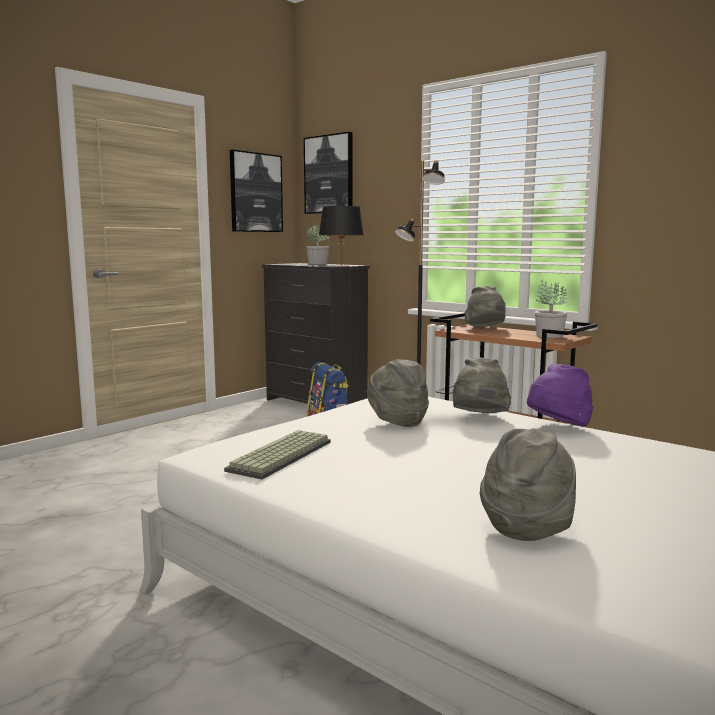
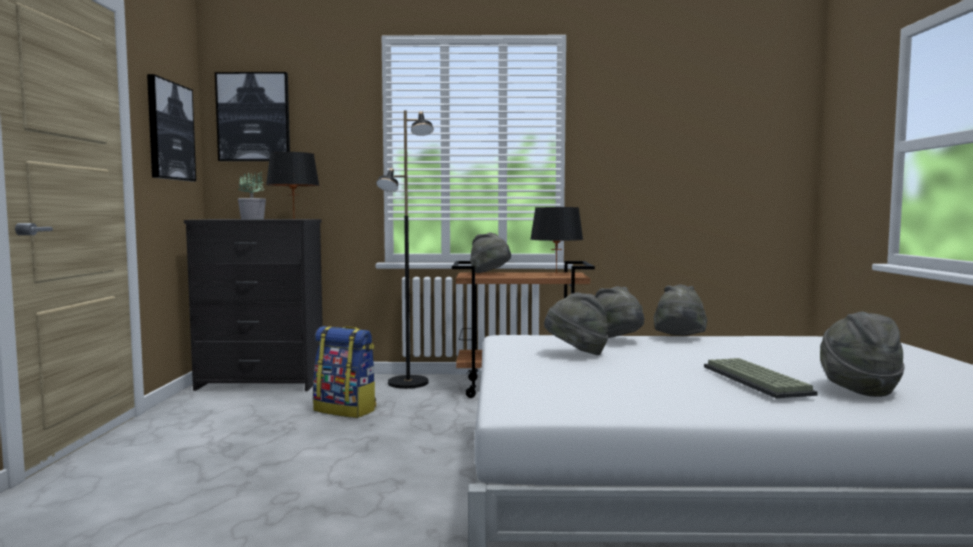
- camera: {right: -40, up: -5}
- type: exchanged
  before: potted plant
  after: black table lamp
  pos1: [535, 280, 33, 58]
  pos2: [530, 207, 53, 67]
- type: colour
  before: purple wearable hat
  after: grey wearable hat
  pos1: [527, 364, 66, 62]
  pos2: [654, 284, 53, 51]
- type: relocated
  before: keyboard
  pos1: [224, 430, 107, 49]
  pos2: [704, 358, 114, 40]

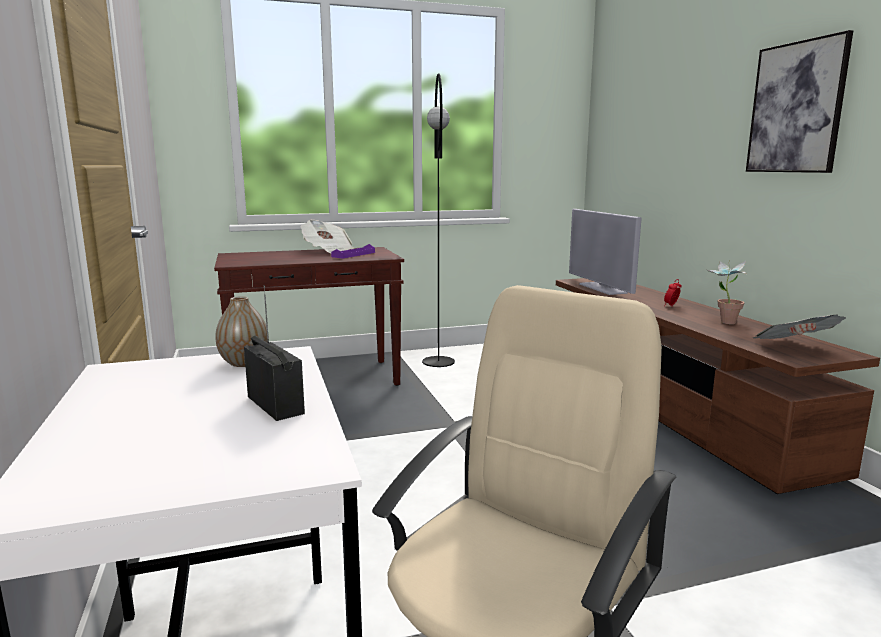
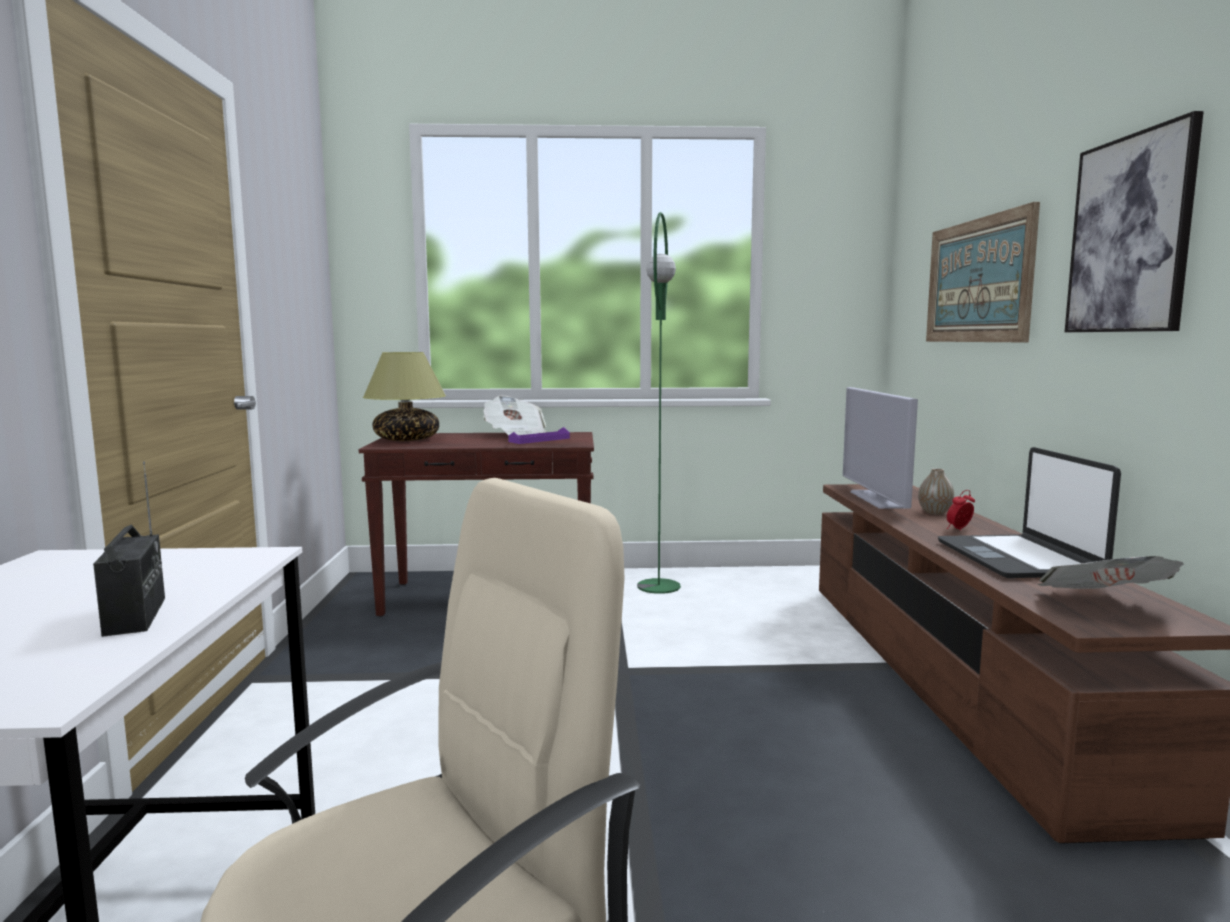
- camera: {right: 15, up: -5}
- type: colour
  before: black standard lamp
  after: green standard lamp
  pos1: [422, 73, 33, 294]
  pos2: [637, 212, 44, 382]
- type: exchanged
  before: potted plant
  after: portable computer
  pos1: [707, 260, 40, 64]
  pos2: [938, 447, 183, 131]
- type: relocated
  before: decorative vase
  pos1: [215, 296, 54, 71]
  pos2: [918, 468, 36, 46]
- type: appeared
  after: wall art
  pos2: [926, 202, 114, 140]
- type: appeared
  after: table lamp
  pos2: [363, 352, 83, 89]

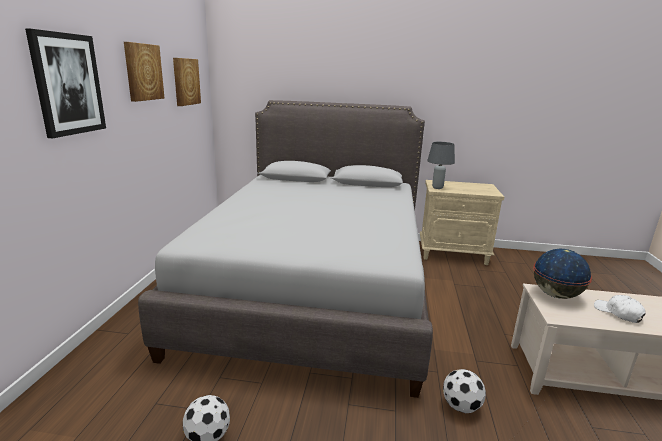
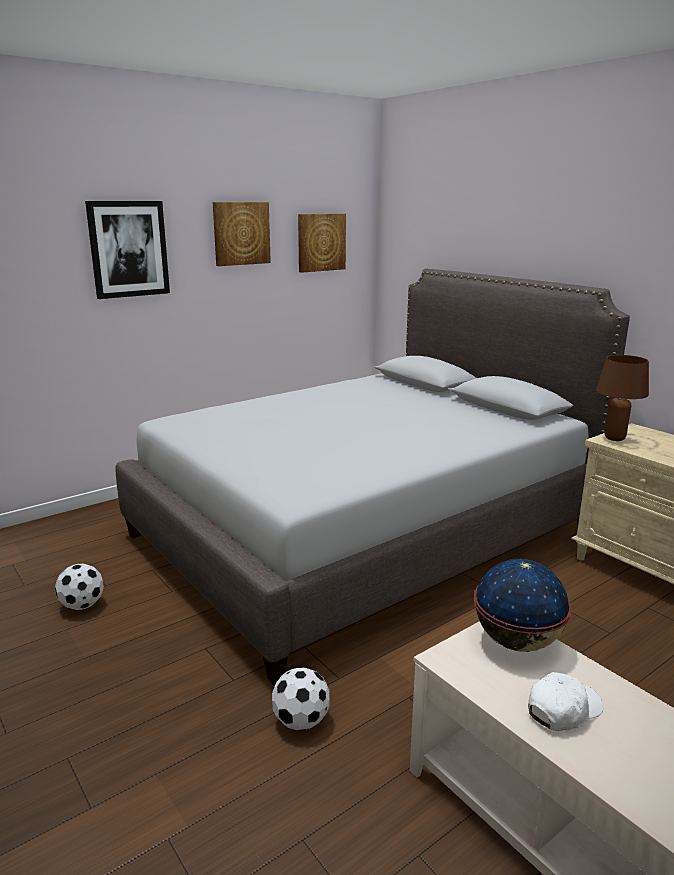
- camera: {right: 45, up: 0}
- type: colour
  before: grey table lamp
  after: brown-coloured table lamp
  pos1: [427, 142, 28, 47]
  pos2: [596, 355, 53, 86]
- type: spun
  before: white-coloured baseball cap
  pos1: [594, 295, 52, 28]
  pos2: [528, 672, 75, 59]
  turn: 45

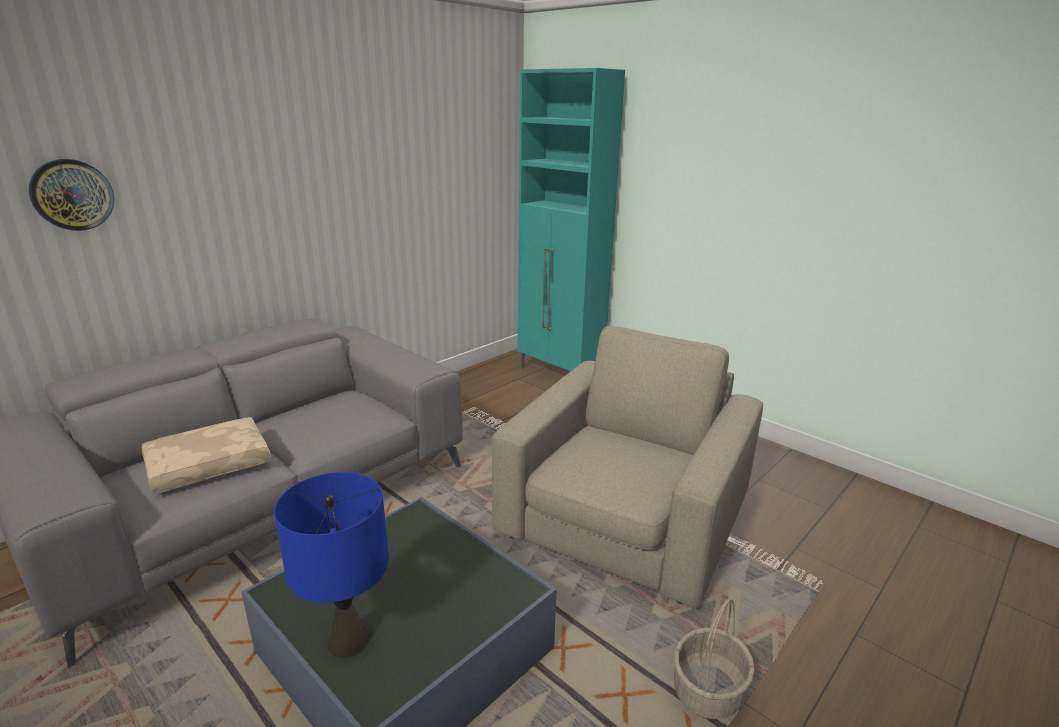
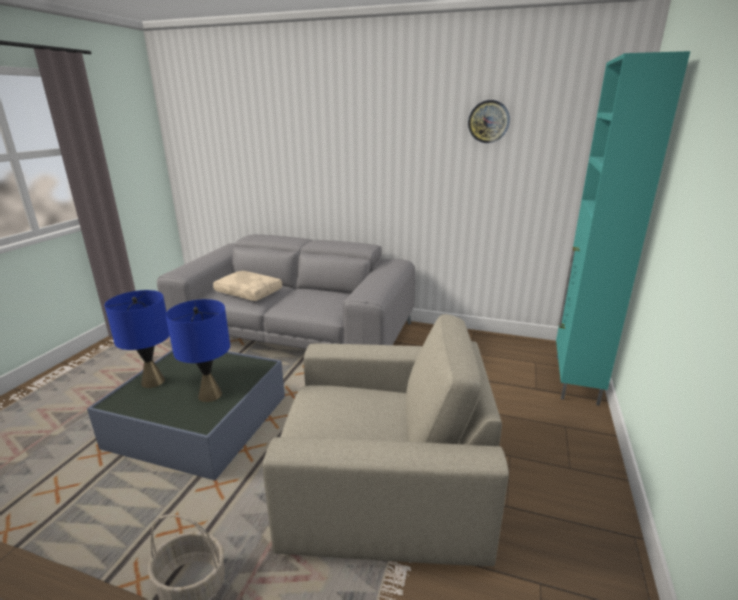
- camera: {right: 65, up: 0}
- type: relocated
  before: clock on the wall
  pos1: [29, 159, 85, 72]
  pos2: [468, 100, 42, 43]
- type: appeared
  after: bluish table lamp
  pos2: [166, 299, 64, 103]

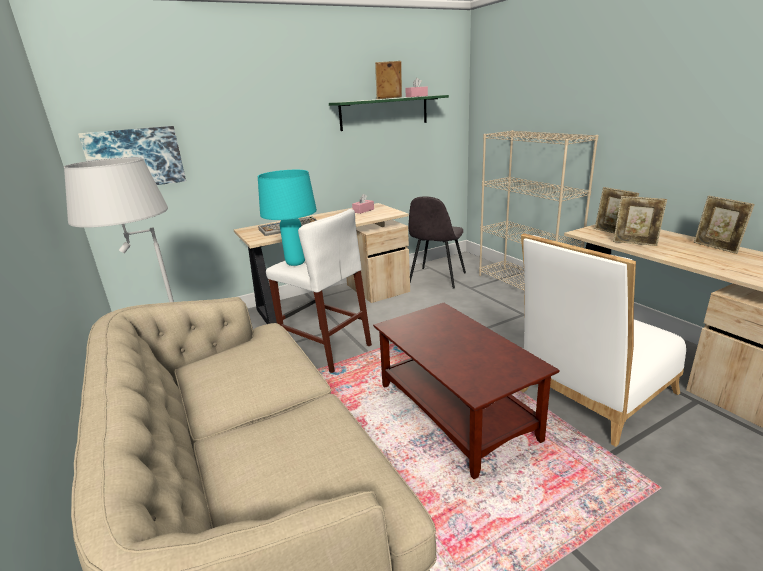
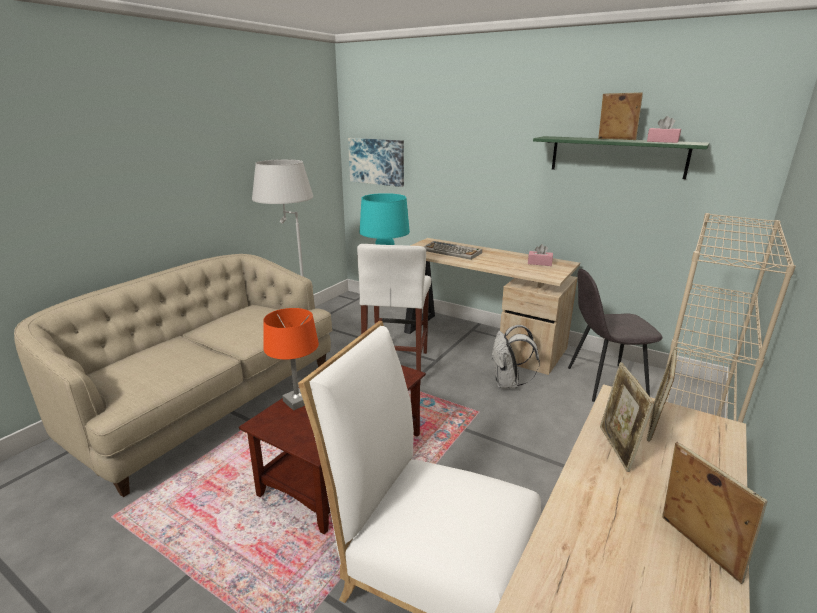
- camera: {right: 60, up: 0}
- type: spun
  before: standing frame
  pos1: [694, 196, 61, 58]
  pos2: [662, 442, 105, 142]
  turn: 120
- type: appeared
  after: orange-coloured table lamp
  pos2: [263, 308, 56, 103]
- type: appeared
  after: white-coloured knapsack
  pos2: [491, 325, 49, 64]

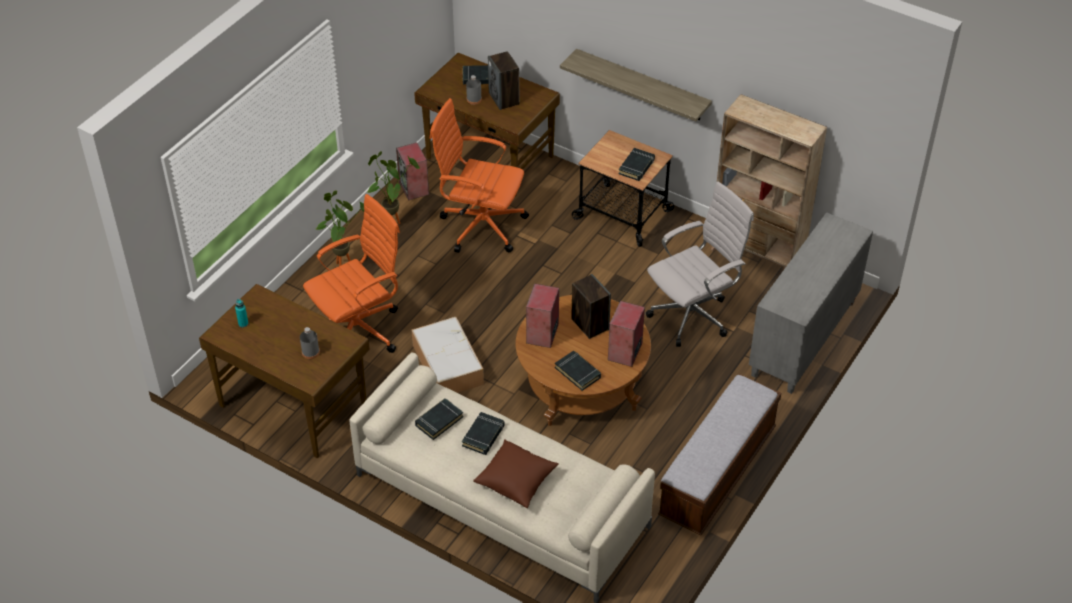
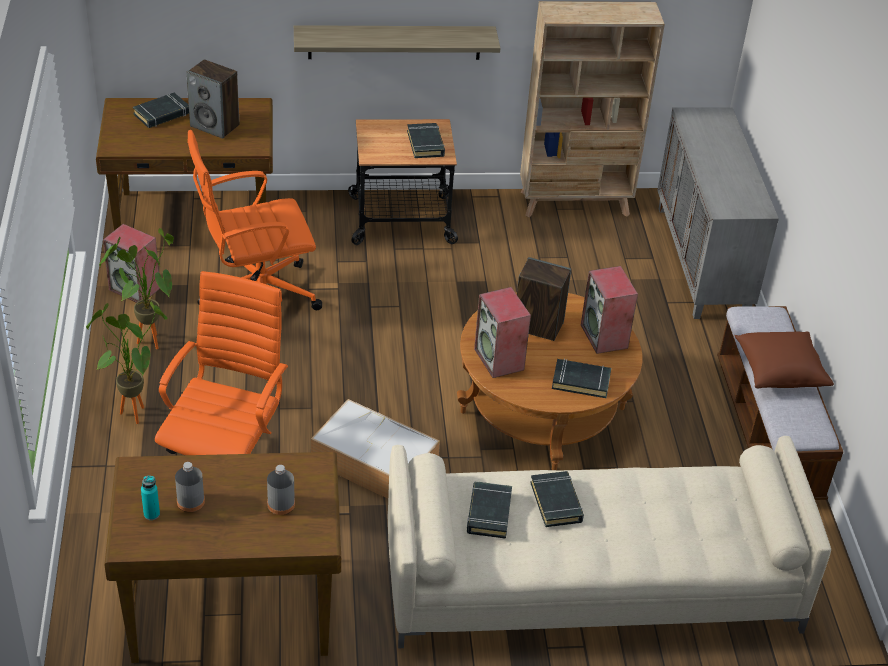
- camera: {right: -40, up: -5}
- type: relocated
  before: grey beverage bottle
  pos1: [466, 75, 16, 30]
  pos2: [175, 462, 30, 50]
- type: missing
  before: white-coloured desk chair
  pos1: [646, 182, 108, 165]
- type: relocated
  before: brown-coloured throw pillow
  pos1: [473, 439, 86, 69]
  pos2: [734, 332, 100, 56]

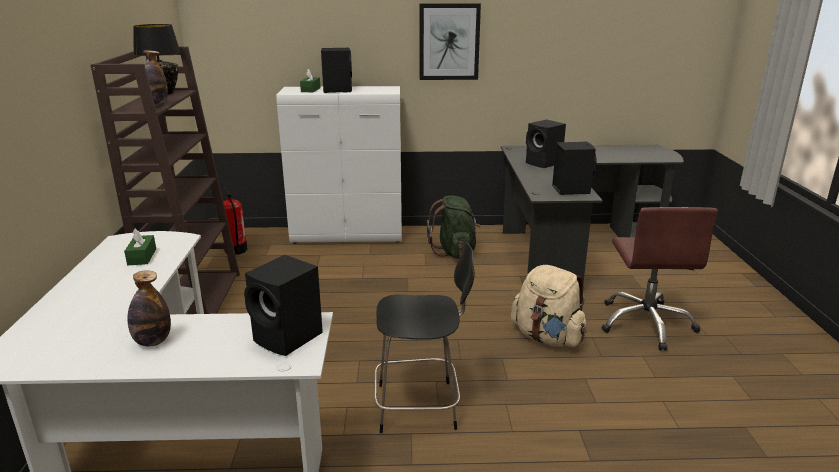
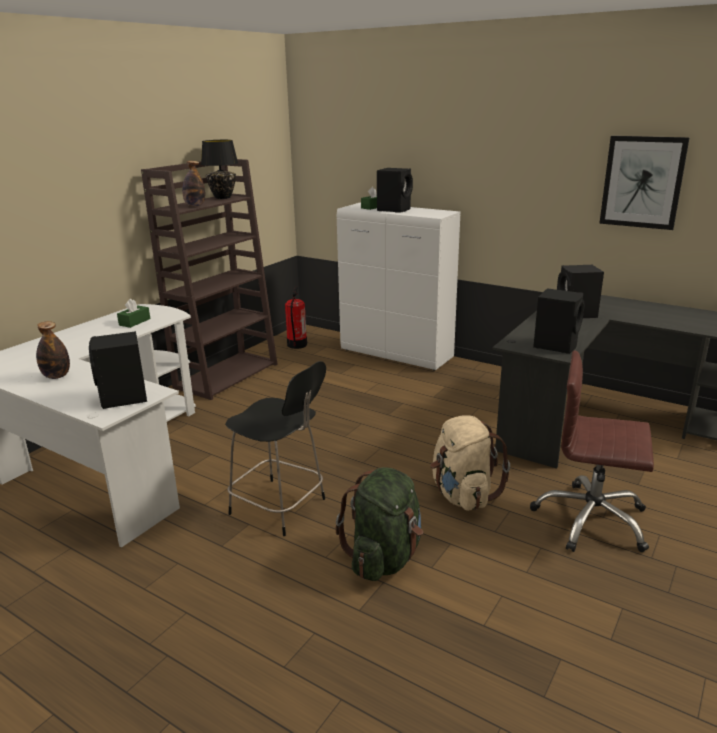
- camera: {right: 35, up: 0}
- type: relocated
  before: wall art
  pos1: [420, 3, 61, 77]
  pos2: [599, 136, 91, 94]
- type: relocated
  before: green knapsack
  pos1: [427, 195, 54, 64]
  pos2: [336, 467, 87, 114]
- type: spun
  before: brown-coloured desk chair
  pos1: [601, 207, 117, 143]
  pos2: [530, 351, 124, 201]
  turn: 75

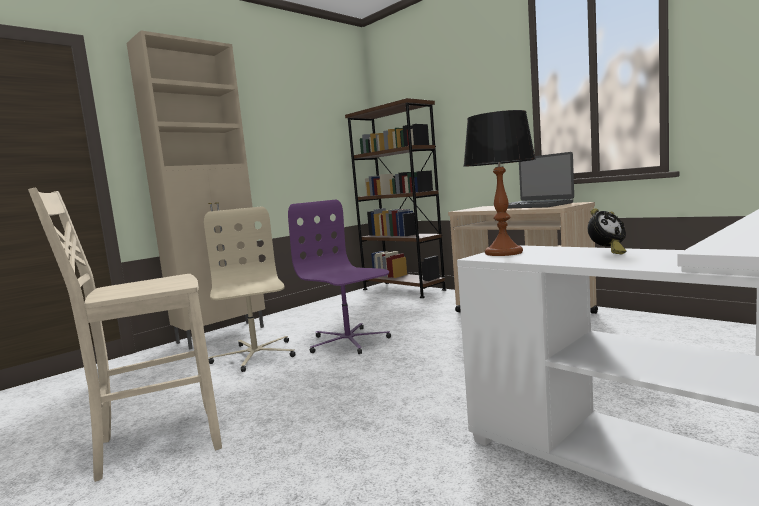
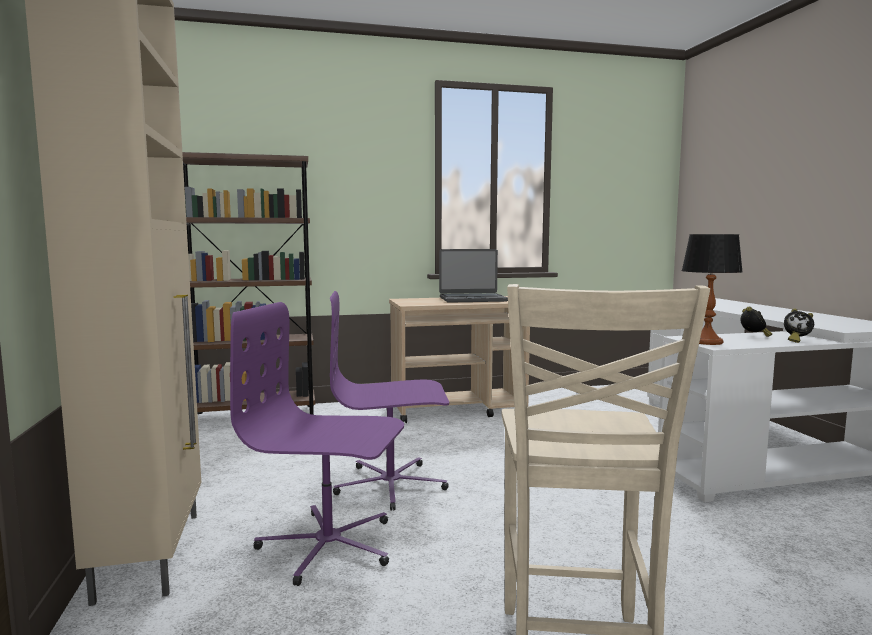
- camera: {right: -60, up: 0}
- type: colour
  before: sand-coloured desk chair
  after: purple desk chair
  pos1: [204, 206, 92, 166]
  pos2: [230, 302, 174, 284]
- type: appeared
  after: table clock
  pos2: [784, 308, 30, 35]

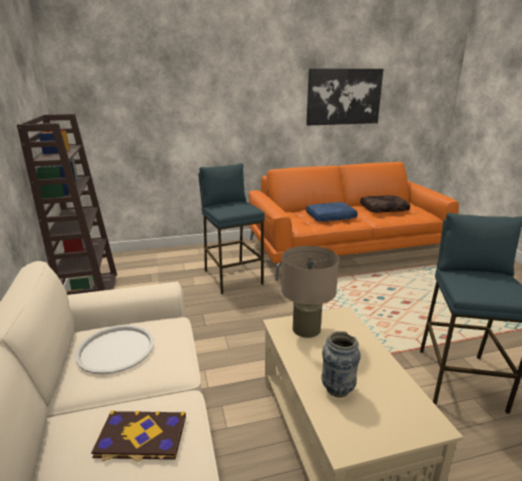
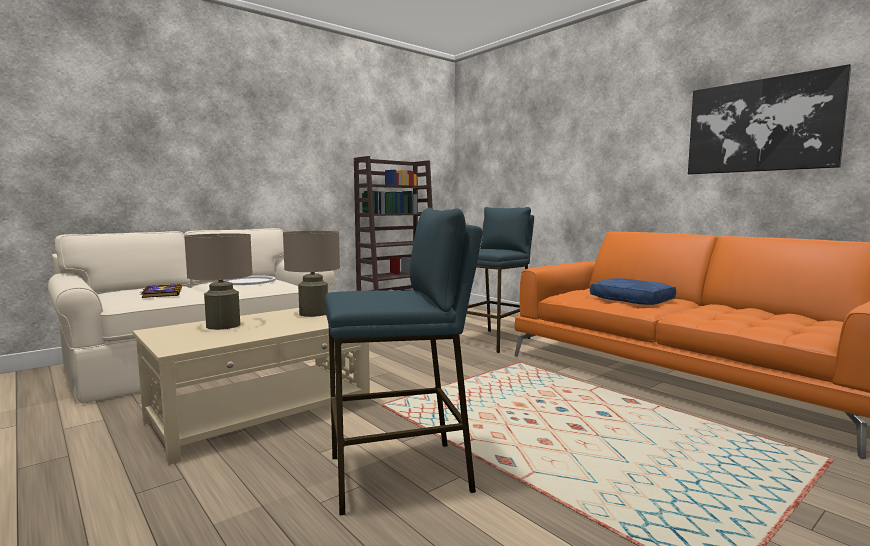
- camera: {right: 65, up: -15}
- type: missing
  before: brown-coloured throw pillow
  pos1: [360, 195, 50, 18]
- type: exchanged
  before: decorative vase
  after: sand-coloured table lamp
  pos1: [321, 331, 40, 66]
  pos2: [184, 234, 69, 96]

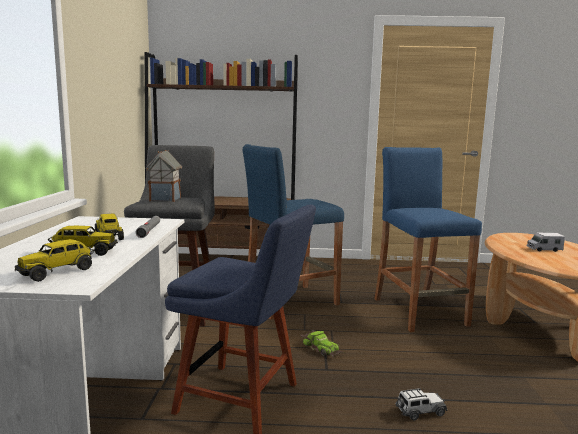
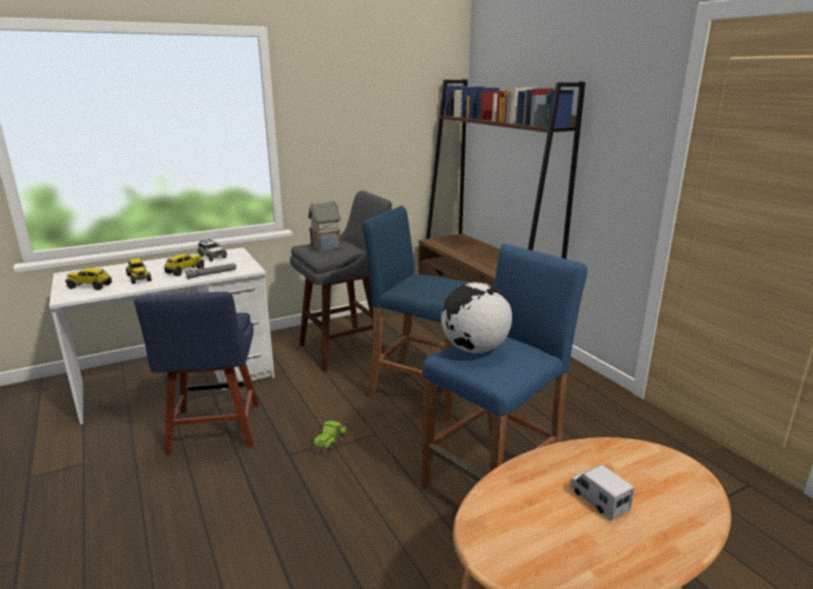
- camera: {right: 60, up: 10}
- type: relocated
  before: toy car
  pos1: [395, 388, 52, 32]
  pos2: [197, 239, 30, 22]
- type: appeared
  after: globe
  pos2: [441, 282, 71, 71]

